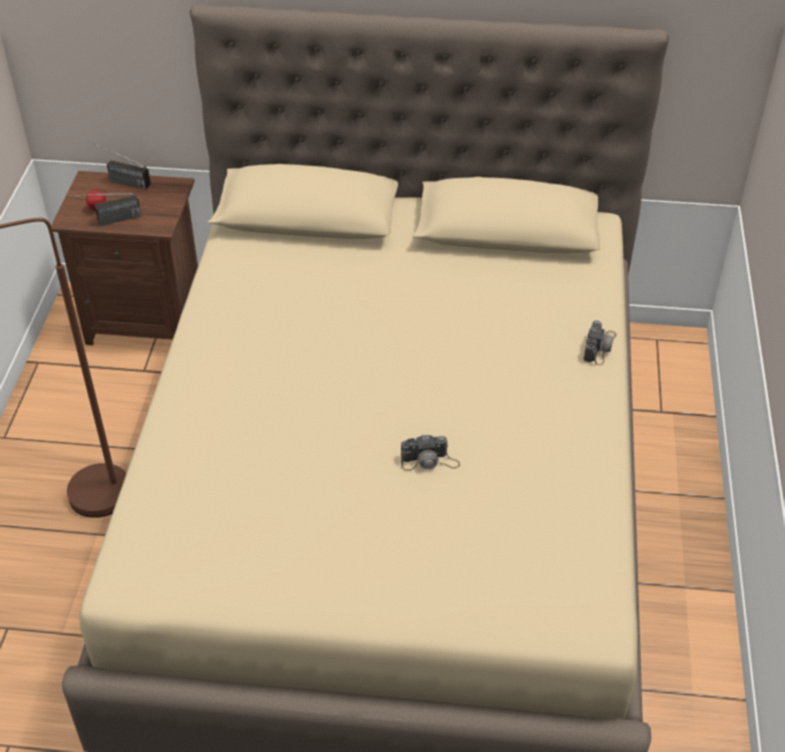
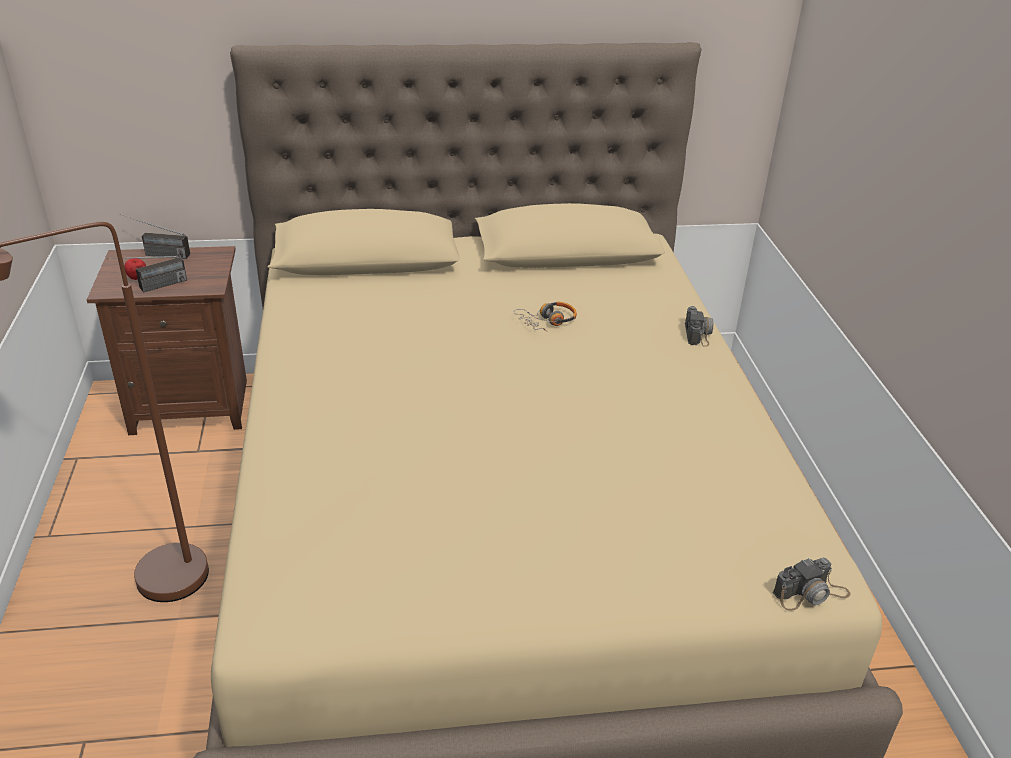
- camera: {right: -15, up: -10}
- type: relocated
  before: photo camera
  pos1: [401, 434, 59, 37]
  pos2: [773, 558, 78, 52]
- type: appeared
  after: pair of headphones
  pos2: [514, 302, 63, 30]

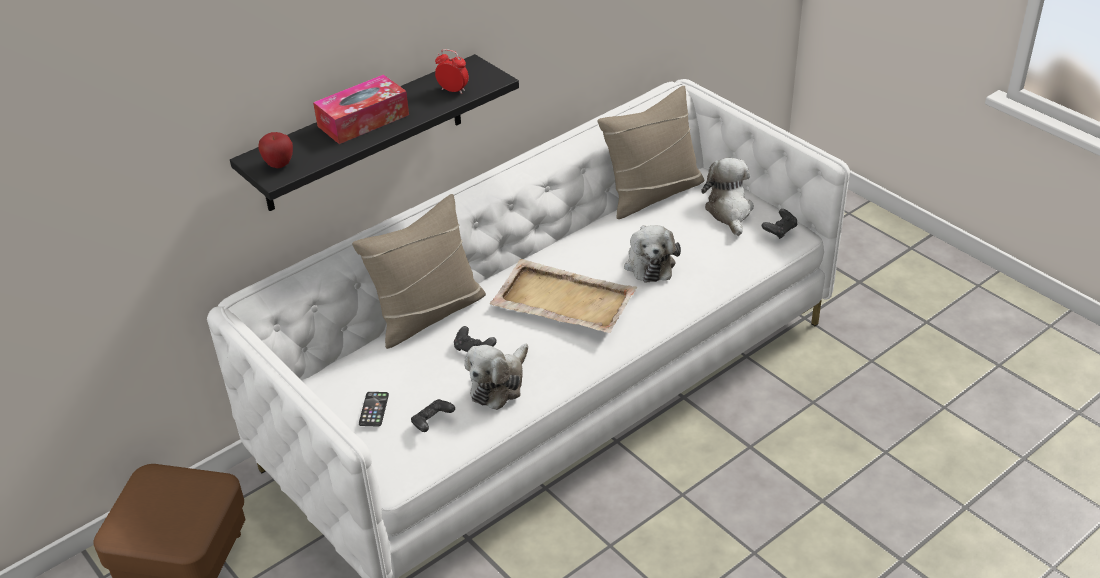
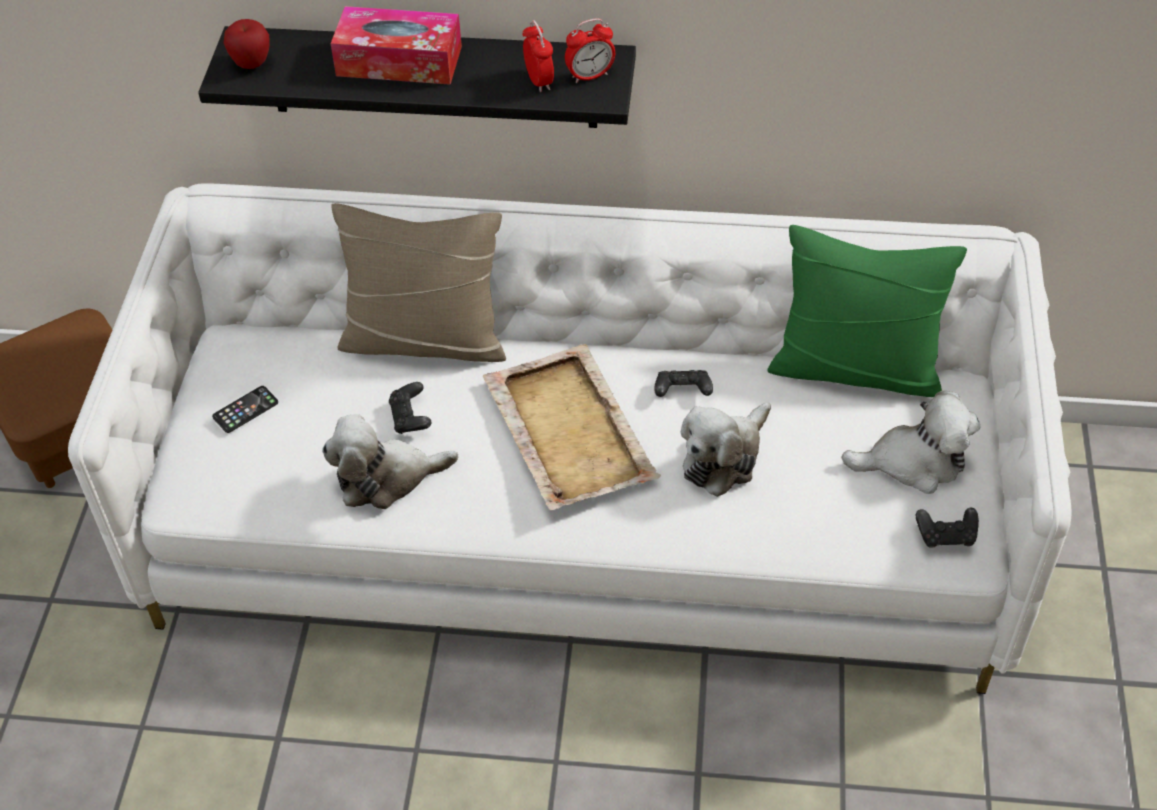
- camera: {right: 45, up: 10}
- type: colour
  before: sand-coloured throw pillow
  after: green throw pillow
  pos1: [598, 86, 106, 133]
  pos2: [767, 225, 200, 172]
- type: spun
  before: cuddly toy
  pos1: [701, 158, 53, 78]
  pos2: [841, 391, 140, 103]
  turn: 45
- type: relocated
  before: black game controller
  pos1: [411, 399, 44, 33]
  pos2: [655, 370, 58, 27]
- type: appeared
  after: table clock
  pos2: [565, 18, 50, 65]

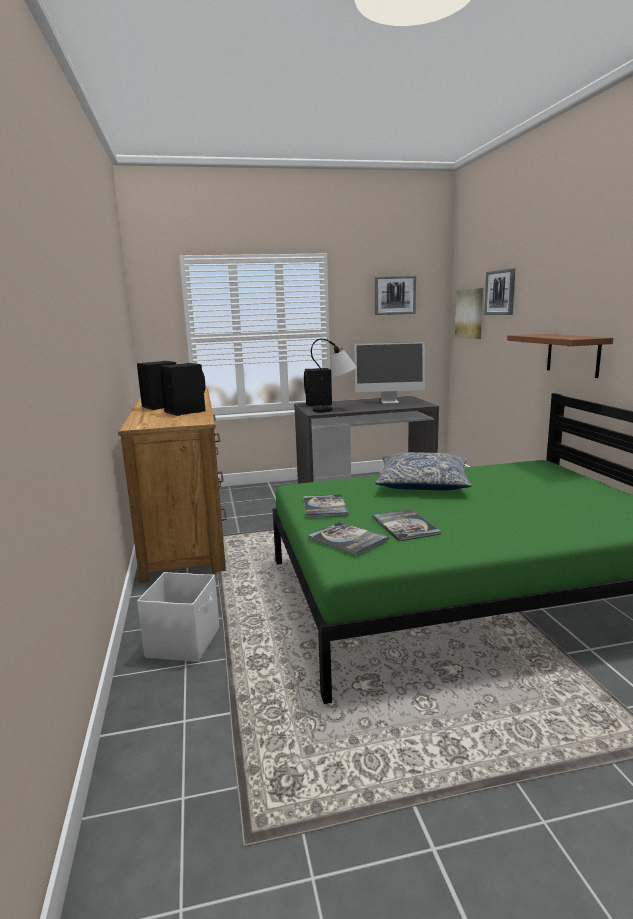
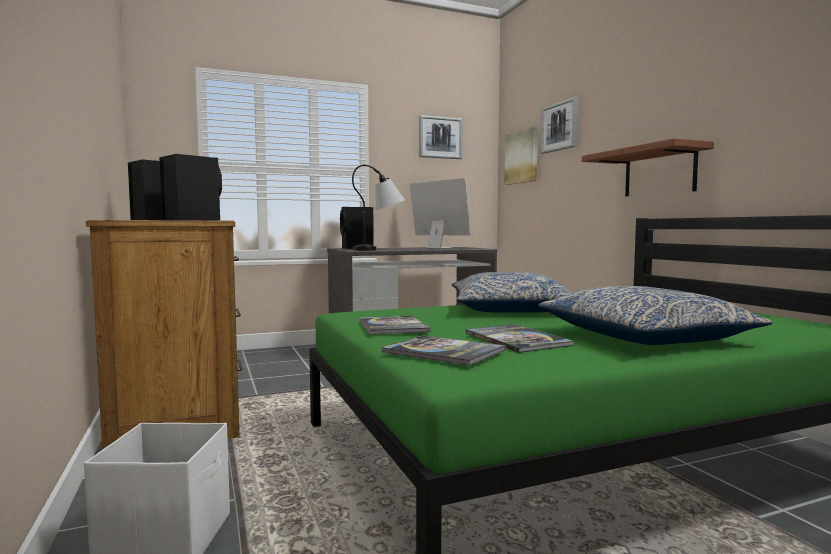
- camera: {right: -10, up: -10}
- type: spun
  before: computer display
  pos1: [354, 342, 71, 61]
  pos2: [410, 178, 61, 70]
  turn: -120
- type: appeared
  after: throw pillow
  pos2: [538, 286, 234, 59]

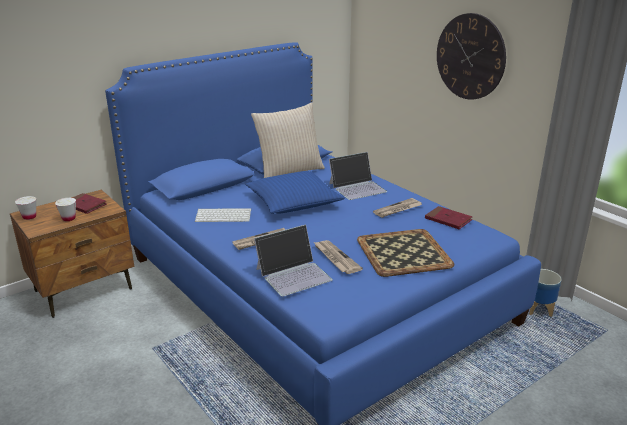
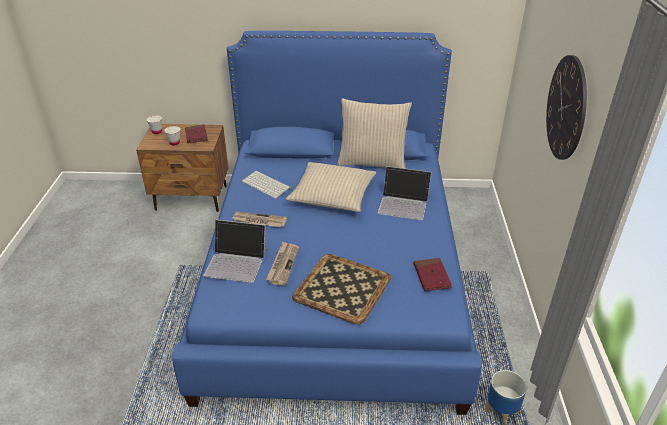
- camera: {right: 40, up: 10}
- type: colour
  before: bluish throw pillow
  after: sand-coloured throw pillow
  pos1: [246, 171, 99, 43]
  pos2: [286, 162, 90, 50]
- type: missing
  before: newspaper
  pos1: [373, 198, 49, 20]

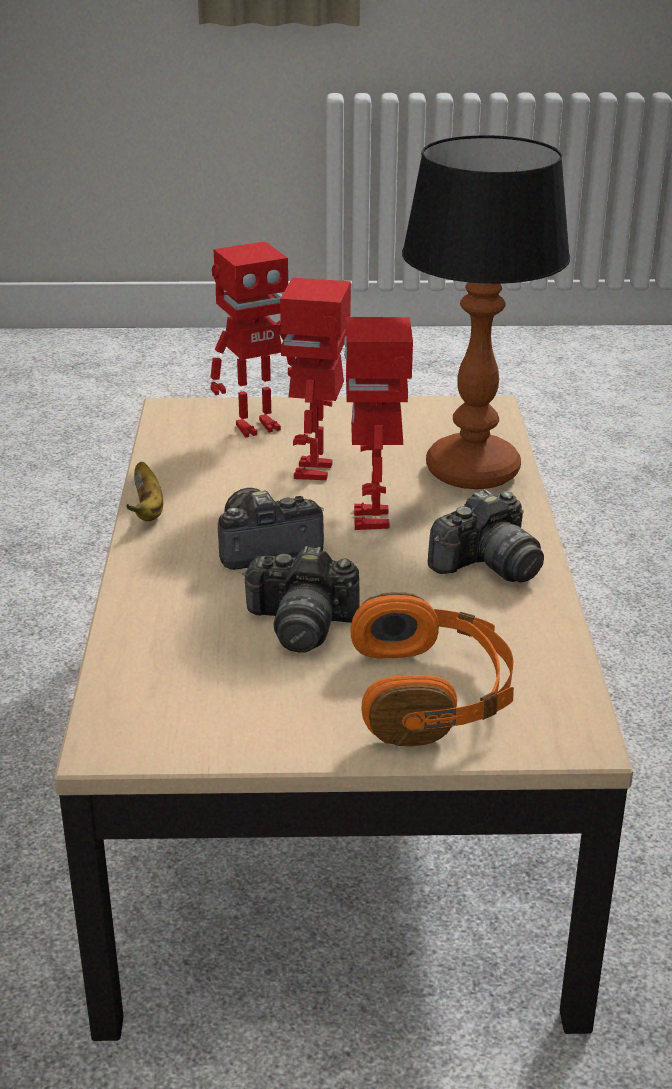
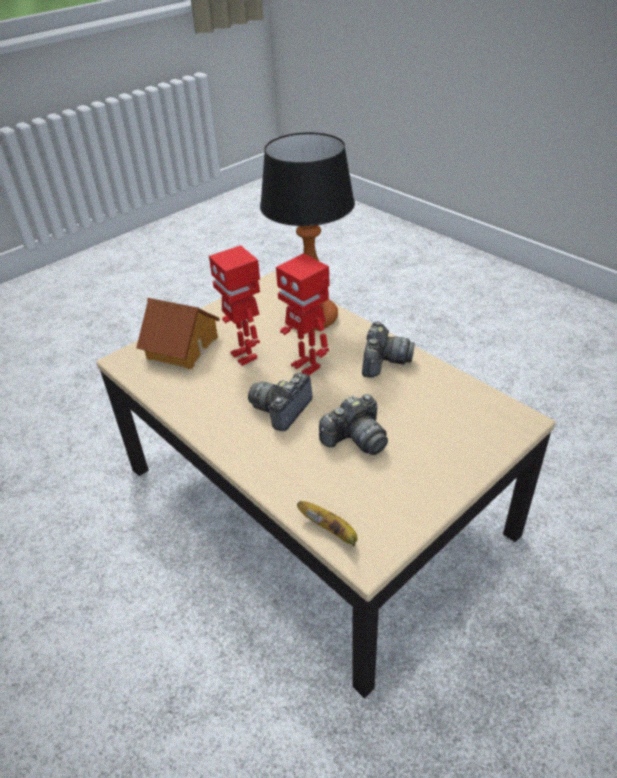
- camera: {right: -40, up: 10}
- type: exchanged
  before: toy robot
  after: model house
  pos1: [210, 241, 86, 197]
  pos2: [136, 298, 84, 71]
- type: relocated
  before: banana fruit
  pos1: [127, 462, 36, 59]
  pos2: [297, 501, 61, 45]
- type: missing
  before: orange-coloured pair of headphones
  pos1: [351, 592, 163, 155]

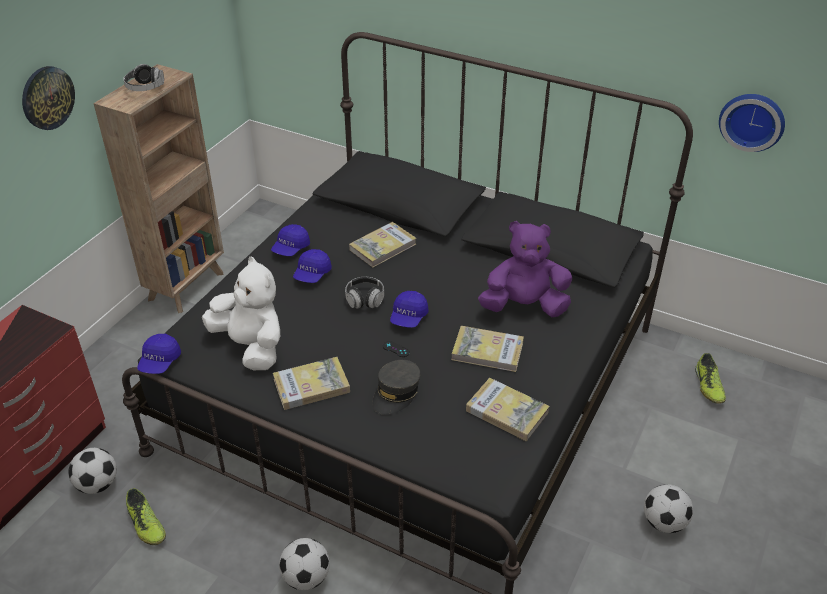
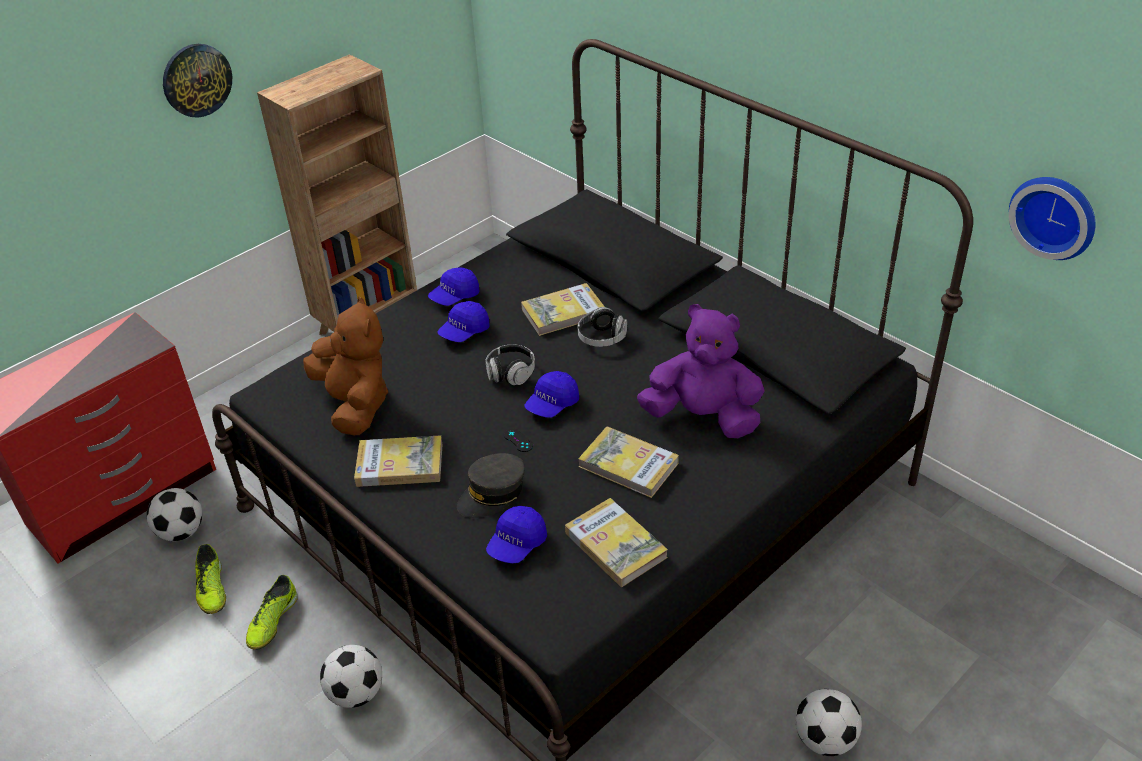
- camera: {right: 20, up: 0}
- type: relocated
  before: pair of headphones
  pos1: [123, 64, 41, 27]
  pos2: [577, 307, 51, 40]
- type: colour
  before: white-coloured cuddly toy
  after: brown-coloured cuddly toy
  pos1: [202, 256, 78, 114]
  pos2: [303, 296, 85, 139]
- type: relocated
  before: bluish baseball cap
  pos1: [137, 334, 44, 40]
  pos2: [486, 506, 61, 57]
- type: relocated
  before: shoe
  pos1: [695, 353, 31, 51]
  pos2: [246, 575, 52, 75]

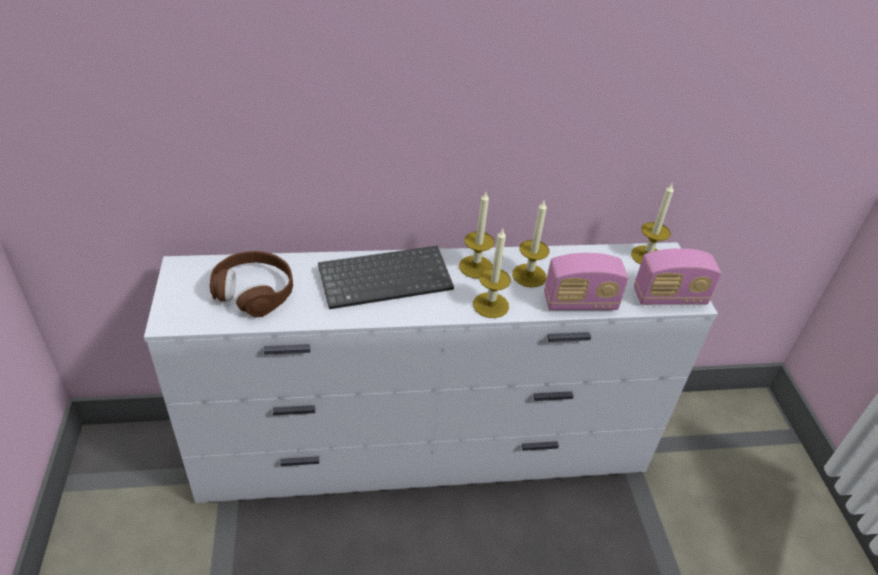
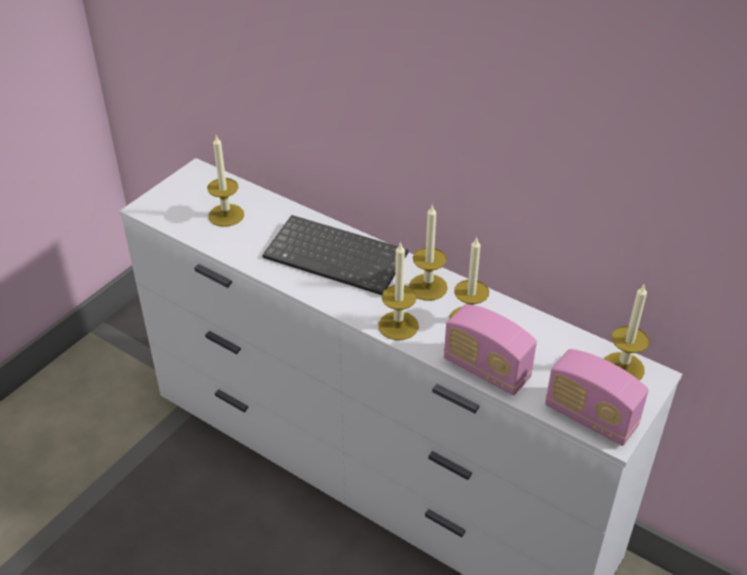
- camera: {right: 45, up: 0}
- type: exchanged
  before: brown-coloured pair of headphones
  after: wax light
  pos1: [210, 251, 83, 67]
  pos2: [207, 135, 37, 92]

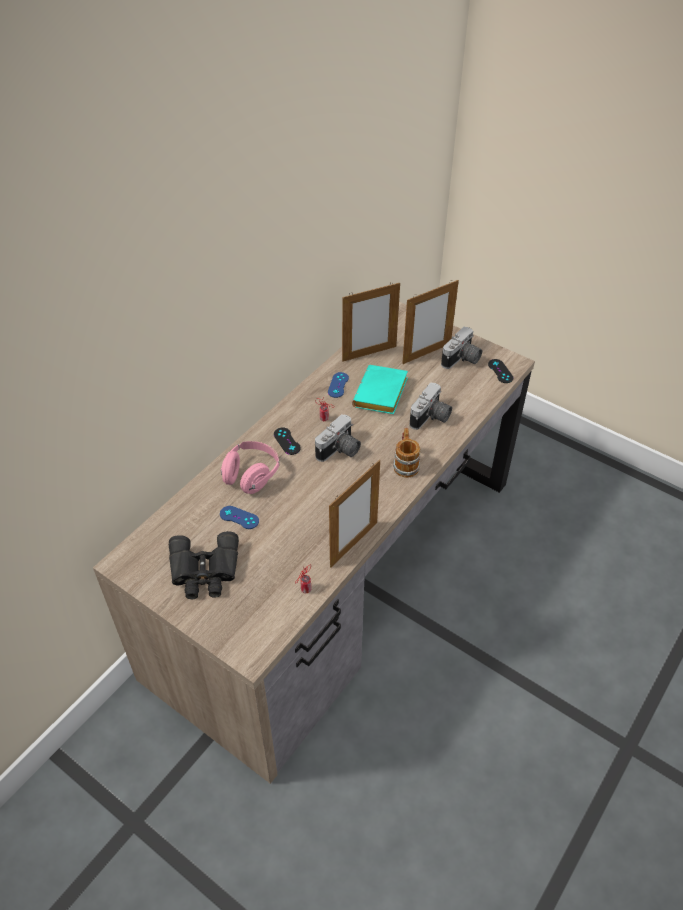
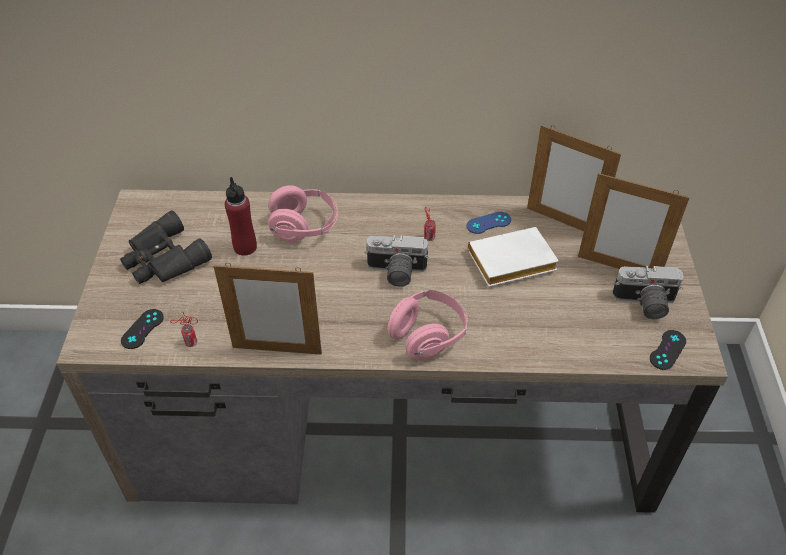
- camera: {right: 55, up: 0}
- type: colour
  before: turquoise volume
  after: white-coloured volume
  pos1: [352, 365, 56, 49]
  pos2: [468, 227, 91, 60]
- type: missing
  before: photo camera
  pos1: [409, 383, 43, 47]
- type: relocated
  before: black game controller
  pos1: [274, 427, 27, 28]
  pos2: [121, 309, 43, 40]
- type: exchanged
  before: tea mug
  after: pink pair of headphones
  pos1: [393, 428, 27, 50]
  pos2: [387, 290, 81, 70]
- type: exchanged
  before: bluish game controller
  after: reddish beverage bottle
  pos1: [220, 506, 39, 23]
  pos2: [225, 177, 32, 79]

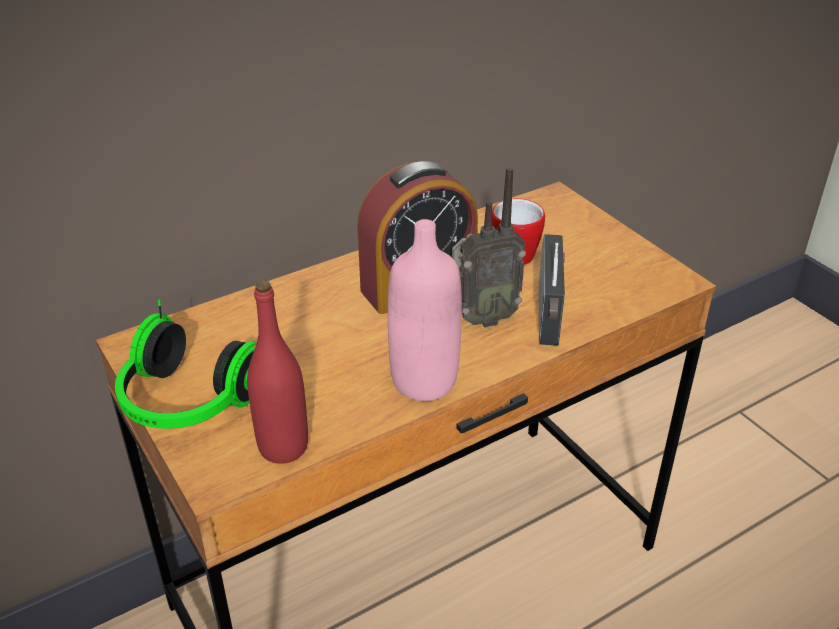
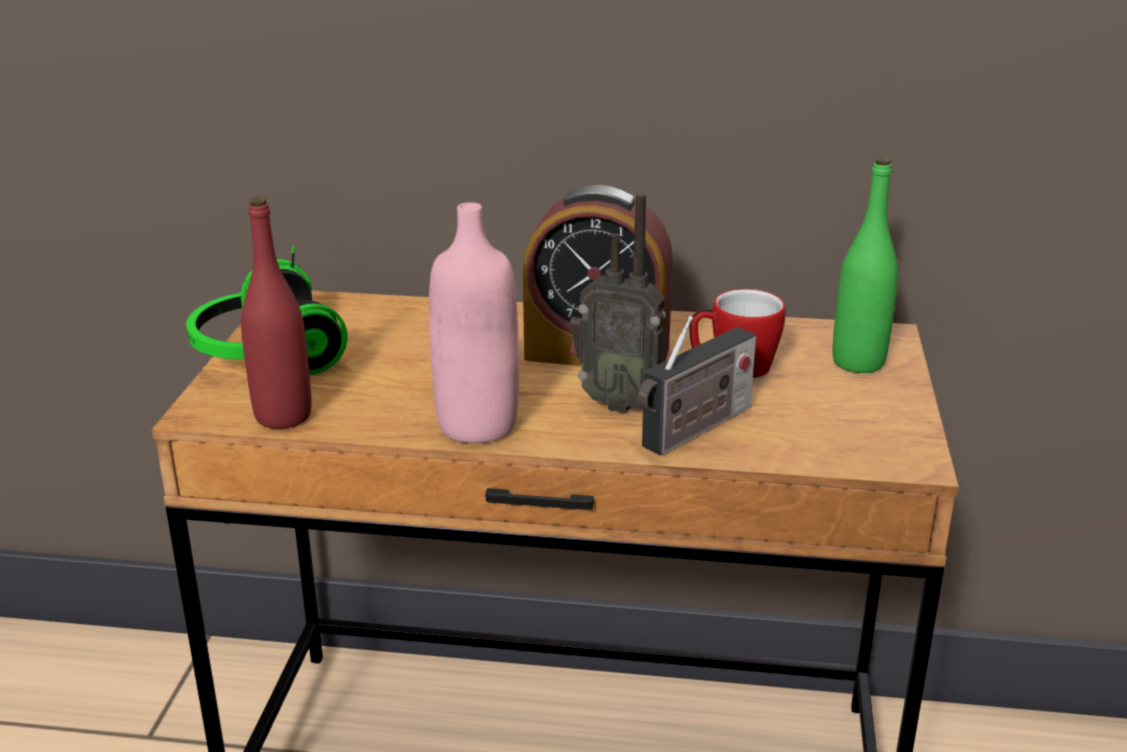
- camera: {right: 40, up: -10}
- type: appeared
  after: green beverage bottle
  pos2: [833, 157, 65, 216]

